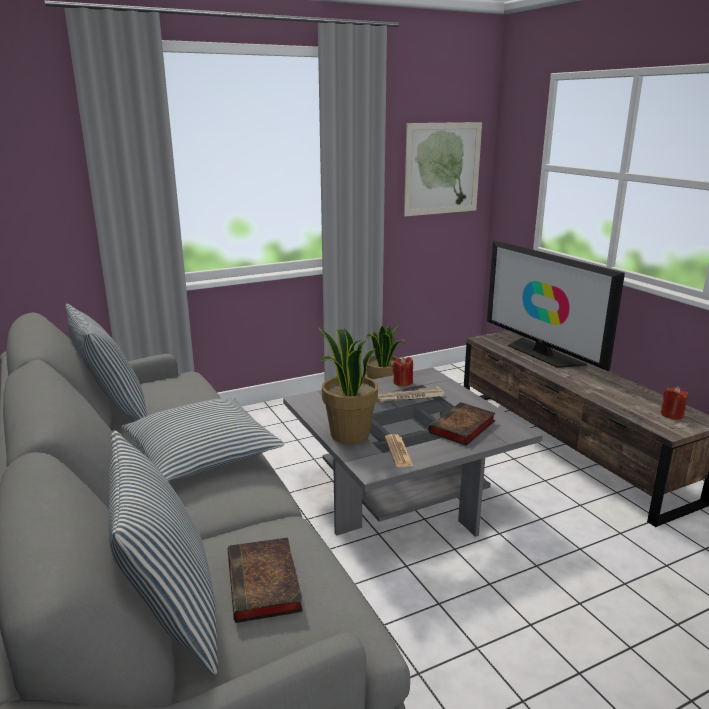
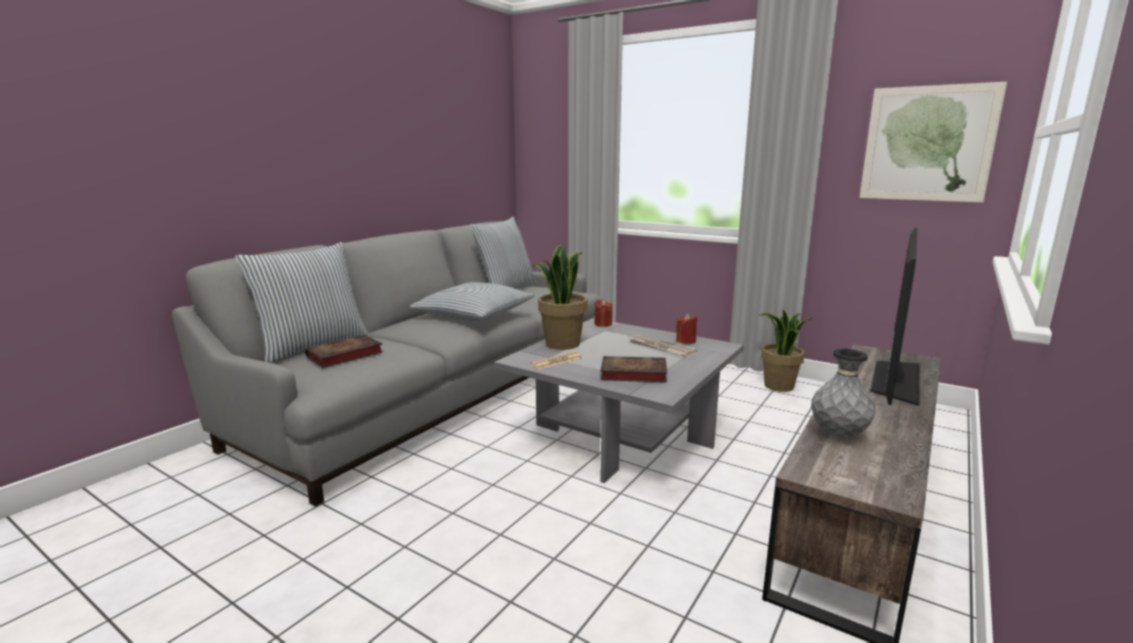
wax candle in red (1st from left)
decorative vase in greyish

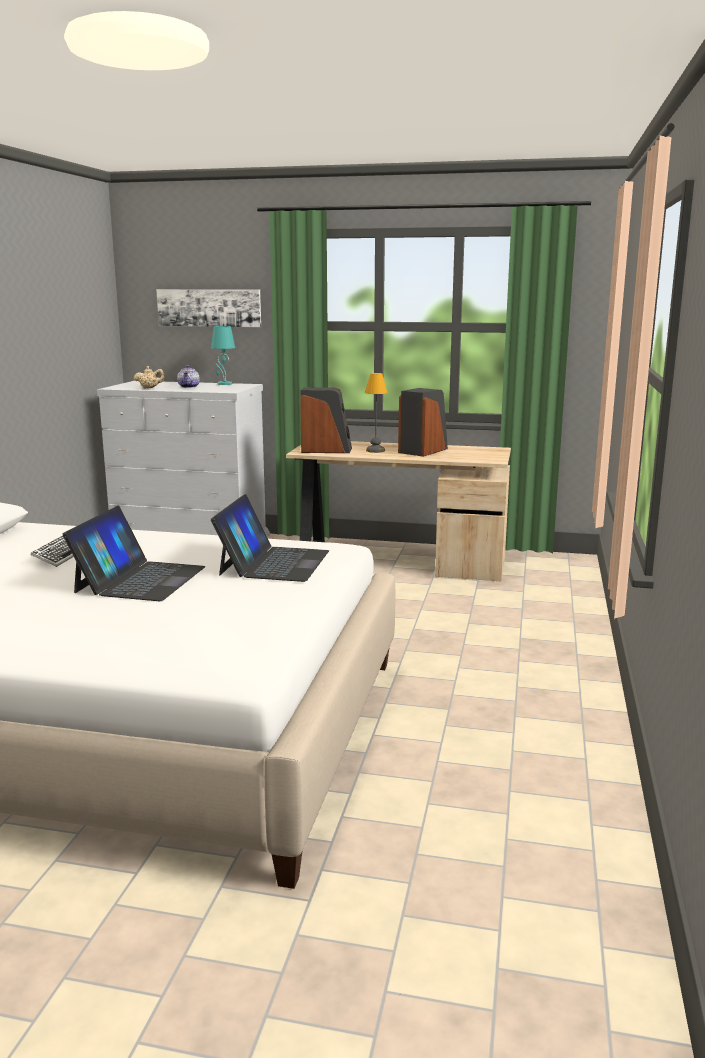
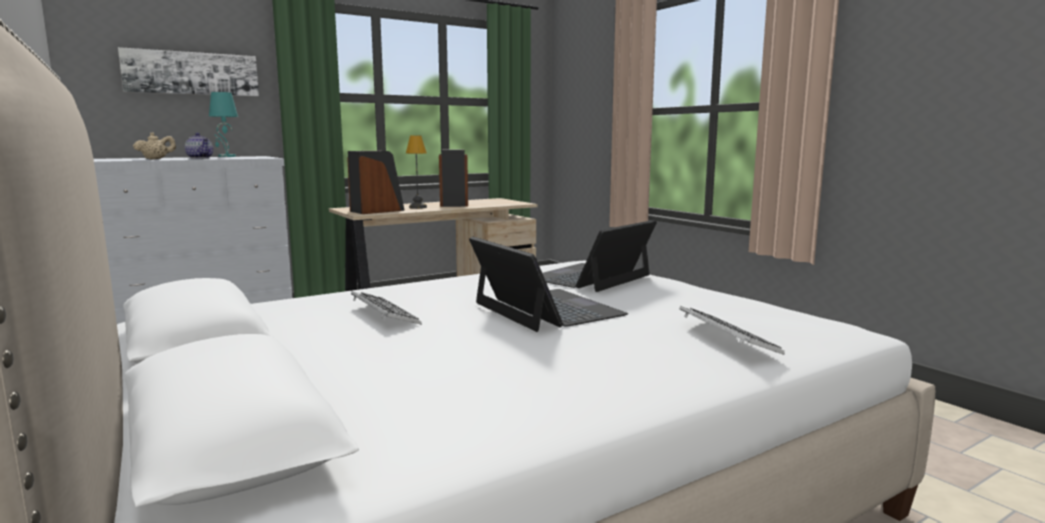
laptop (2nd from left)
PC keyboard (2nd from left)

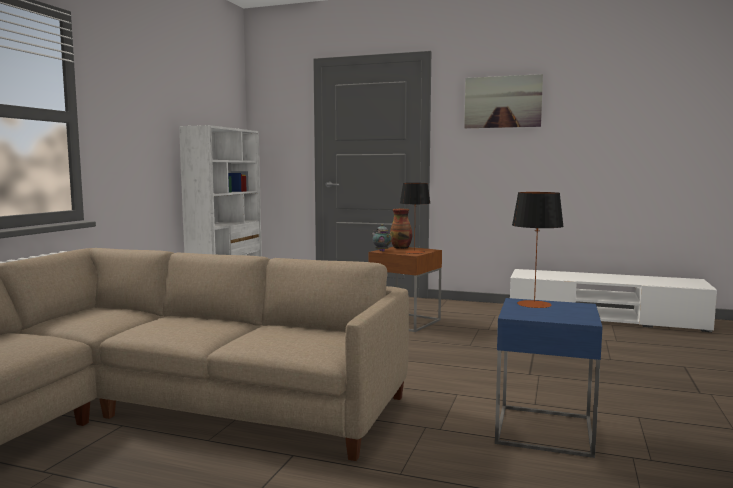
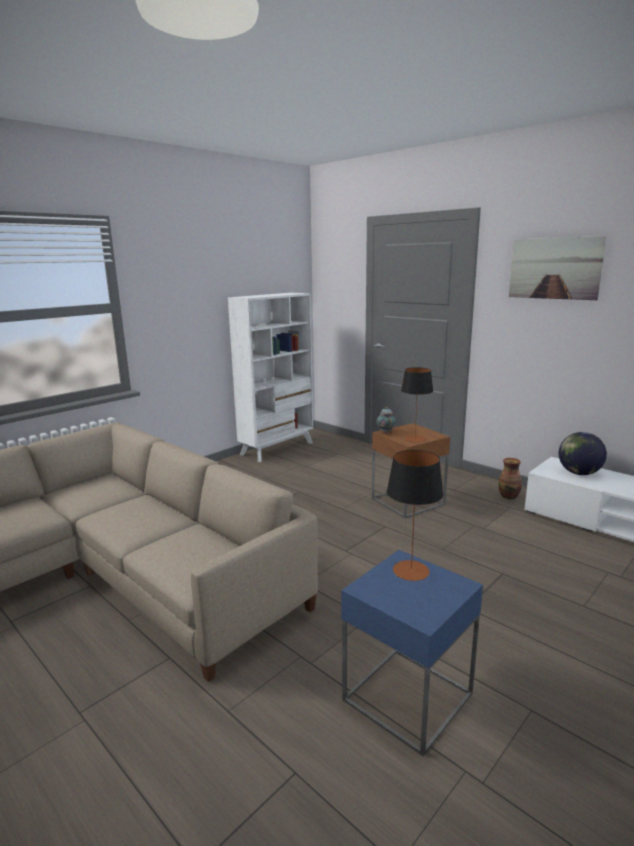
decorative vase
world globe

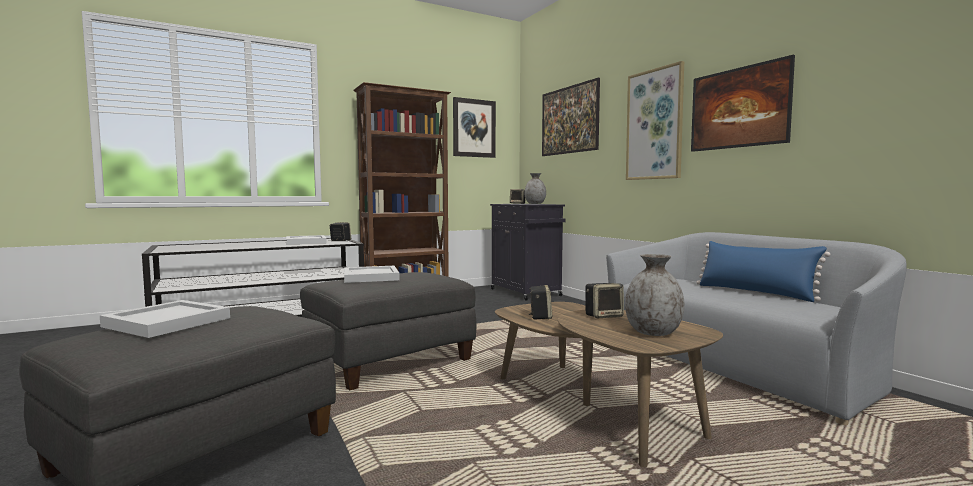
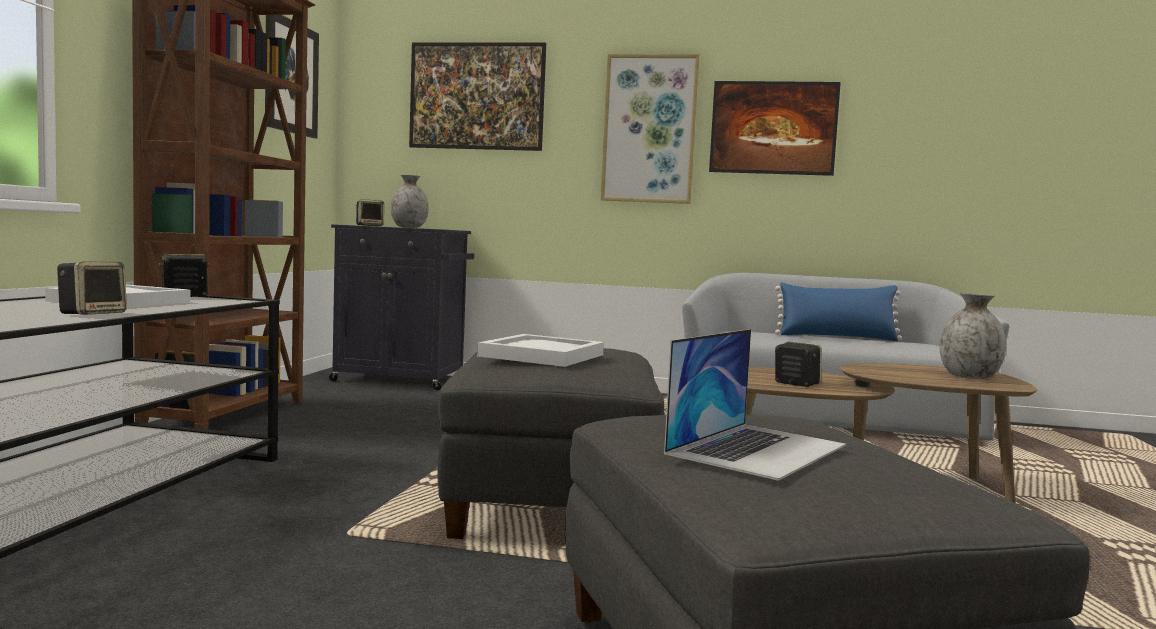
loudspeaker (1st from left)
laptop

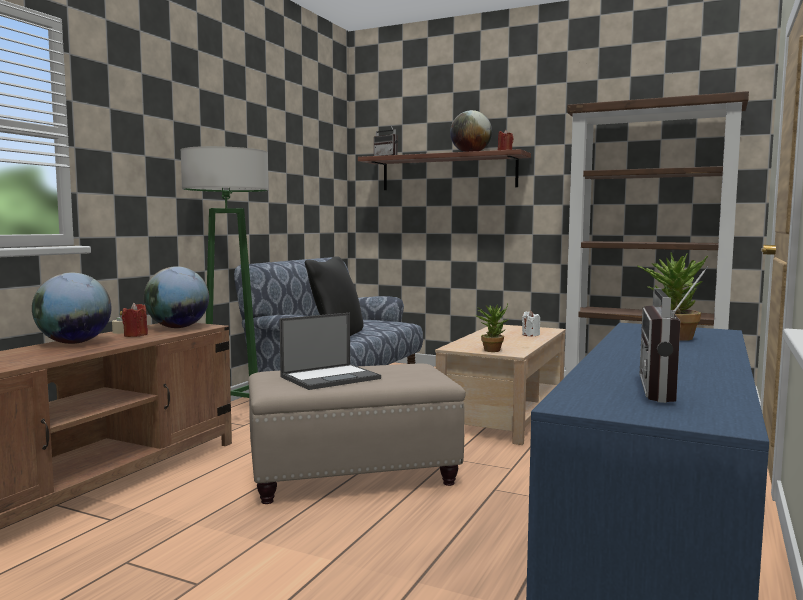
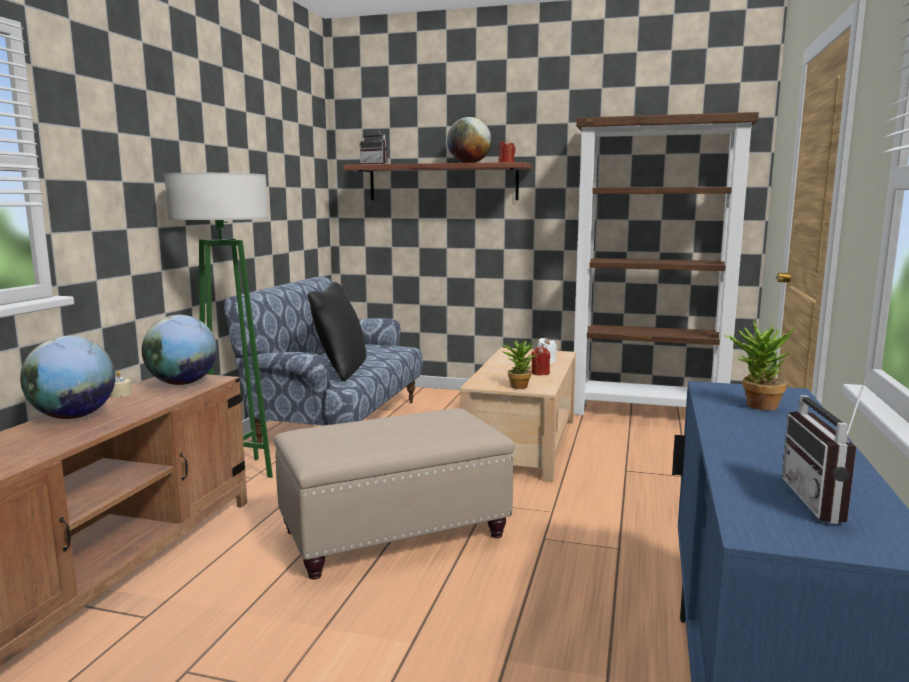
wax candle in red (2nd from left)
laptop

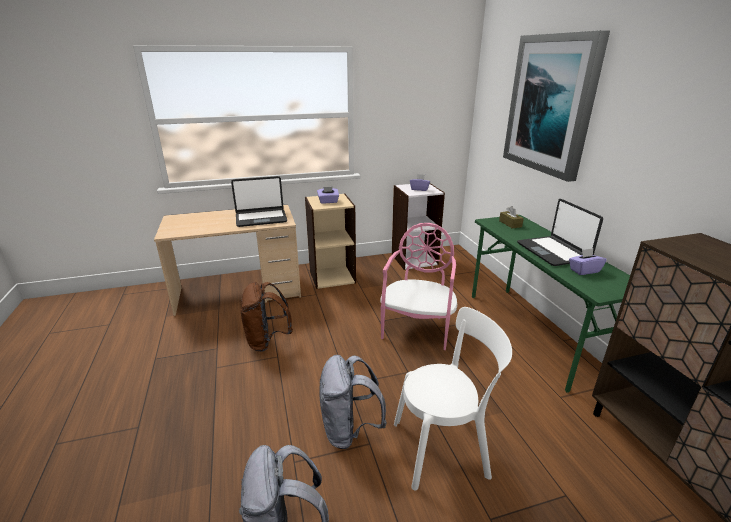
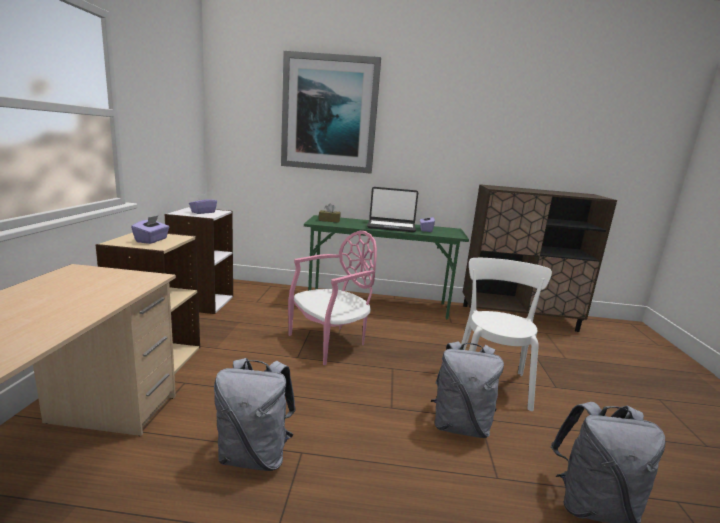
laptop (1st from left in the first image)
upright chair in pink-coloured
knapsack in greyish (1st from left)

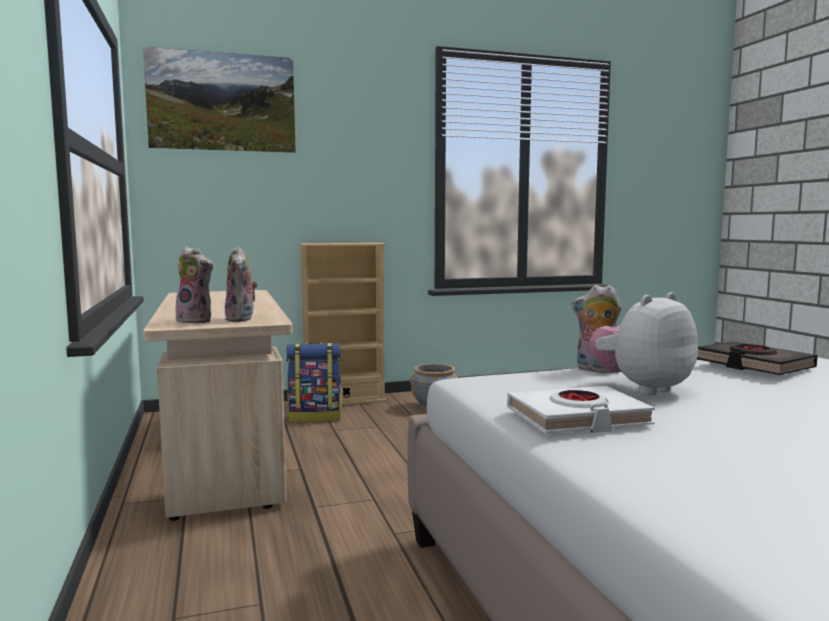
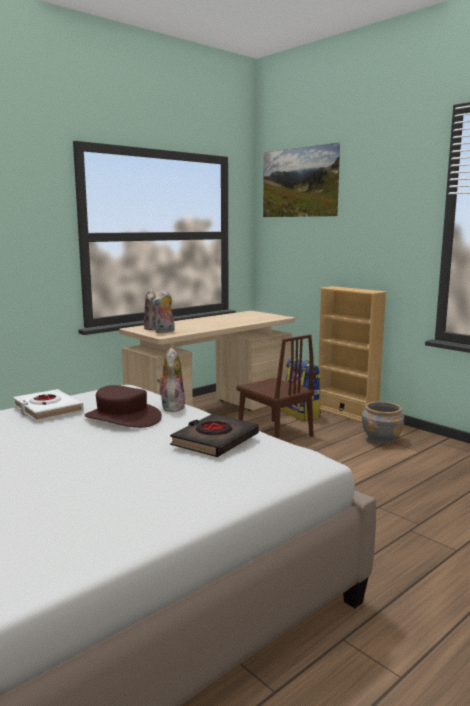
wearable hat in brownish
upright chair in brownish

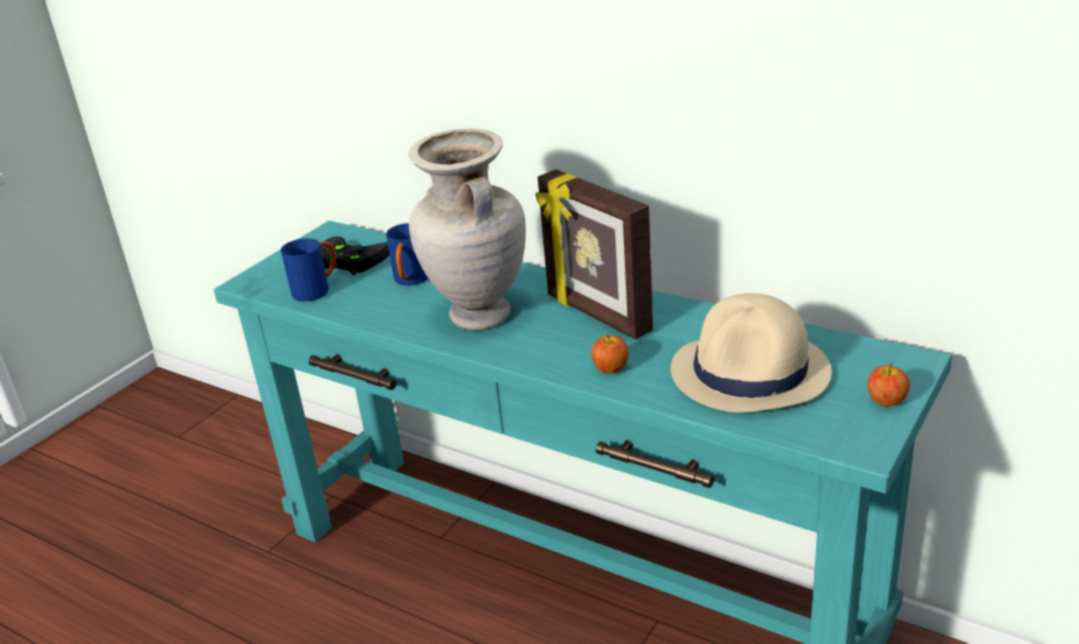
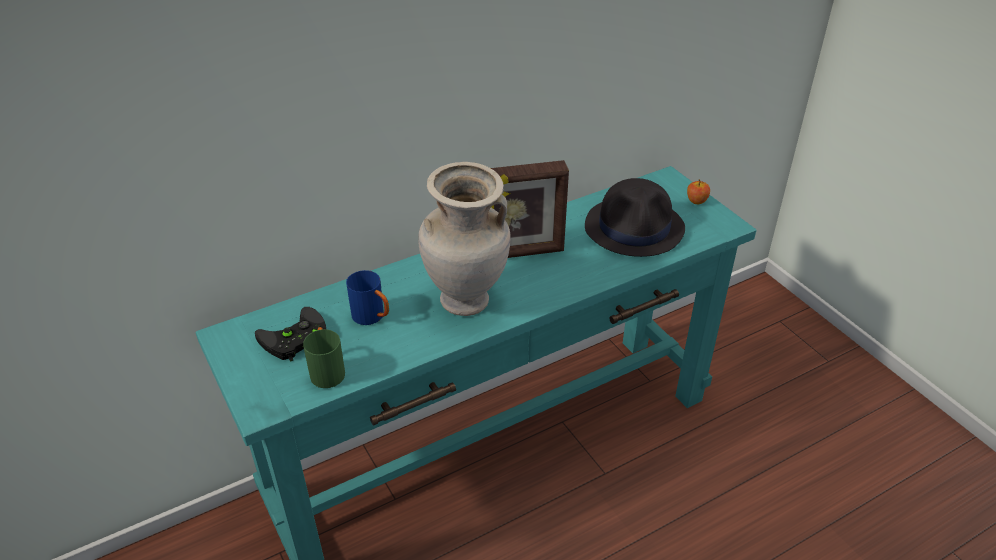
mug in green-coloured
wearable hat in blackish
apple fruit (1st from left in the first image)

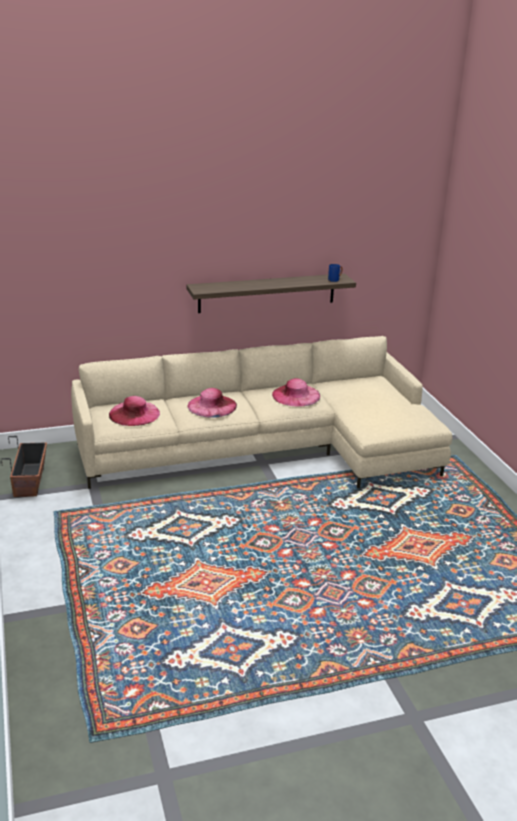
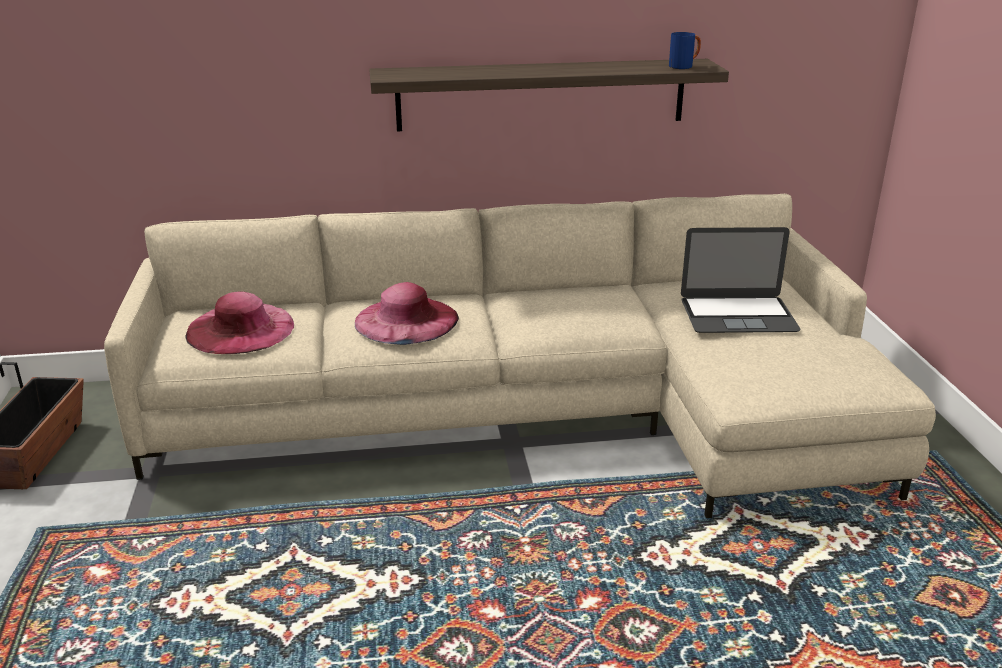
wearable hat in pink-coloured (3rd from left in the first image)
laptop

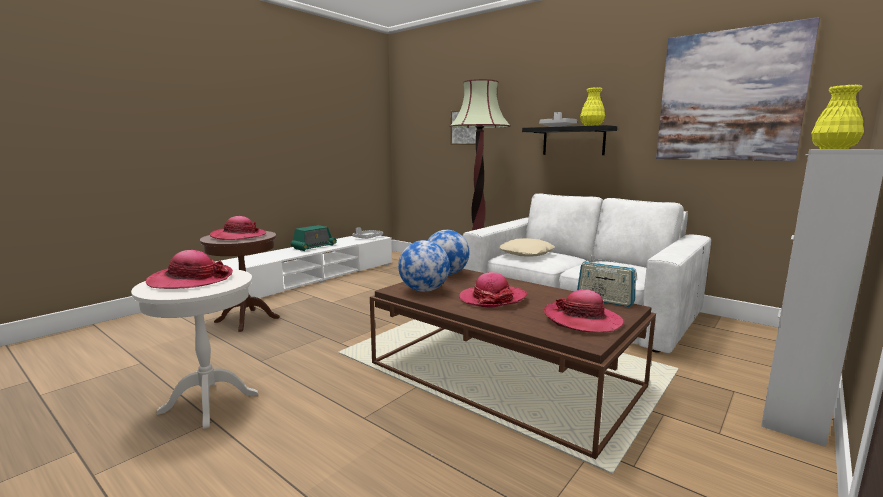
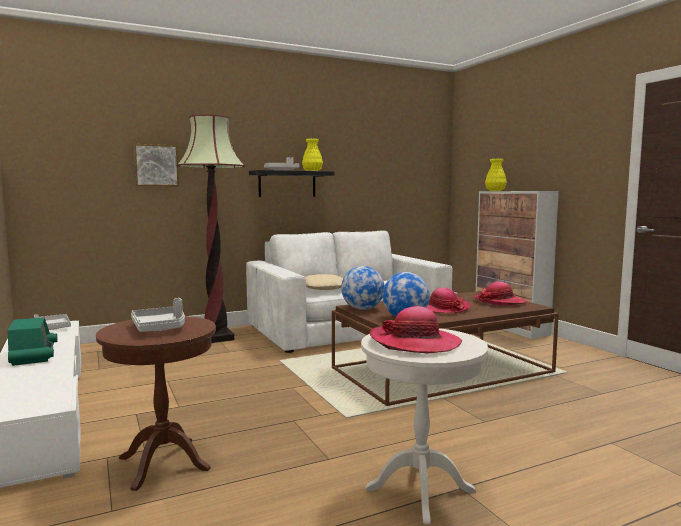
wall art (2nd from left in the first image)
tray in greyish (2nd from left)
radio set (2nd from left in the first image)

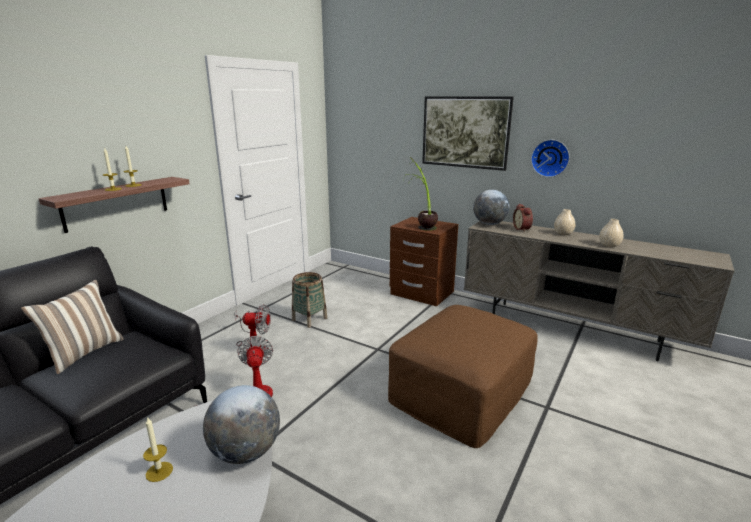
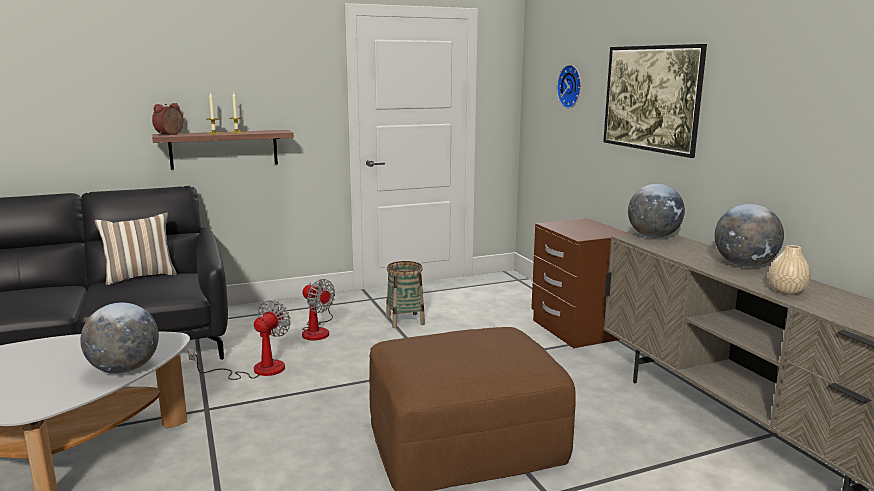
wall clock
plant in a pot
table clock
world globe (3rd from left)
wax candle (3rd from left in the first image)

